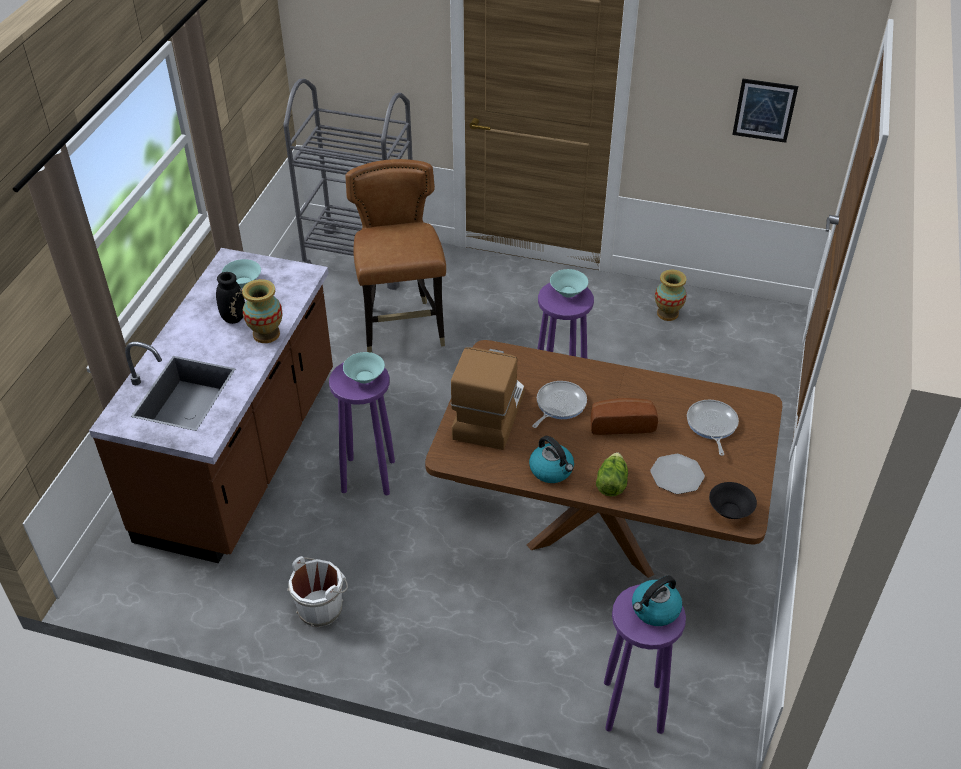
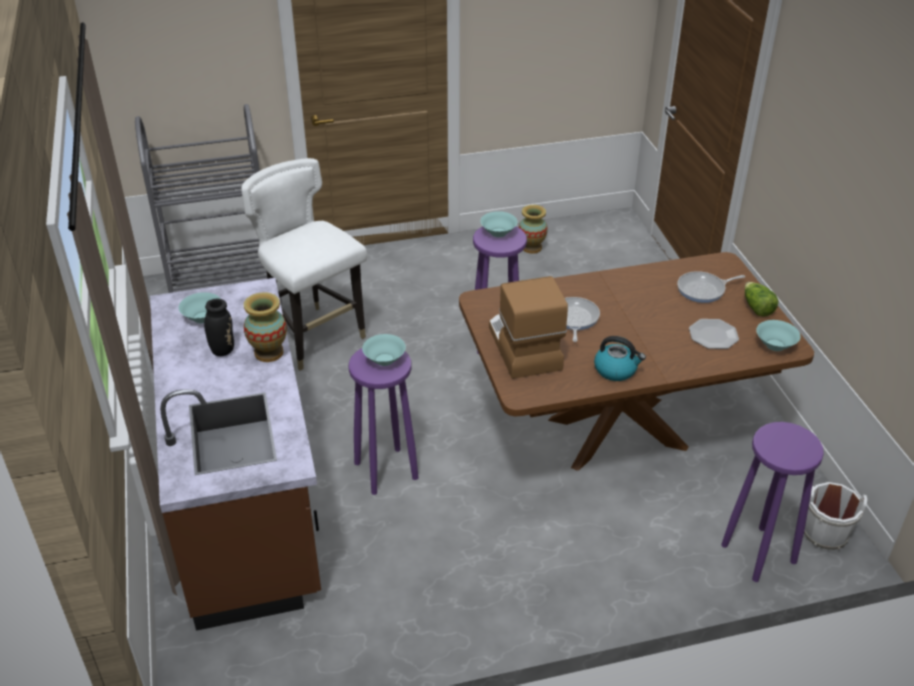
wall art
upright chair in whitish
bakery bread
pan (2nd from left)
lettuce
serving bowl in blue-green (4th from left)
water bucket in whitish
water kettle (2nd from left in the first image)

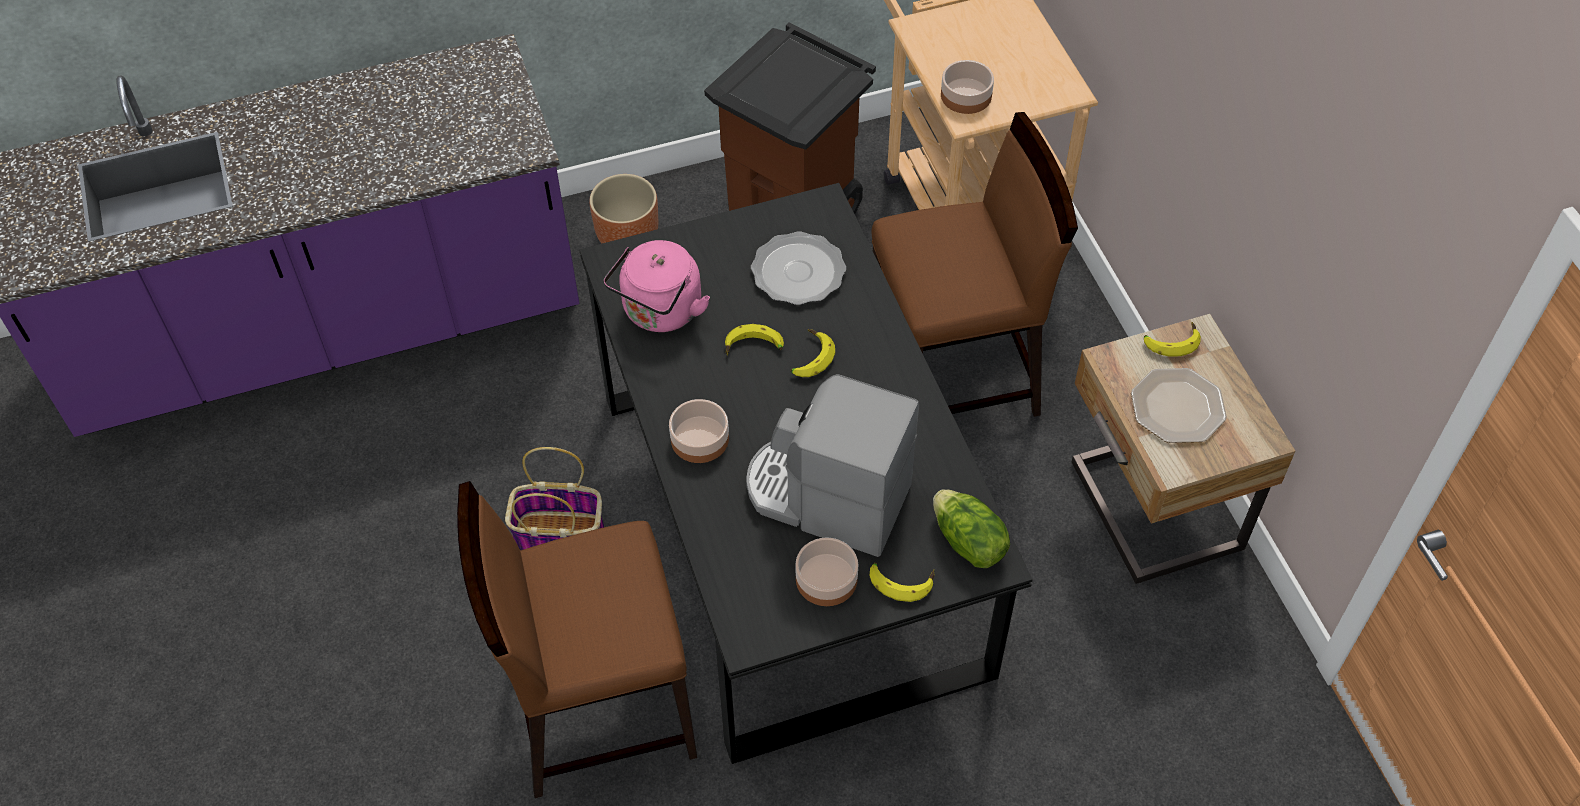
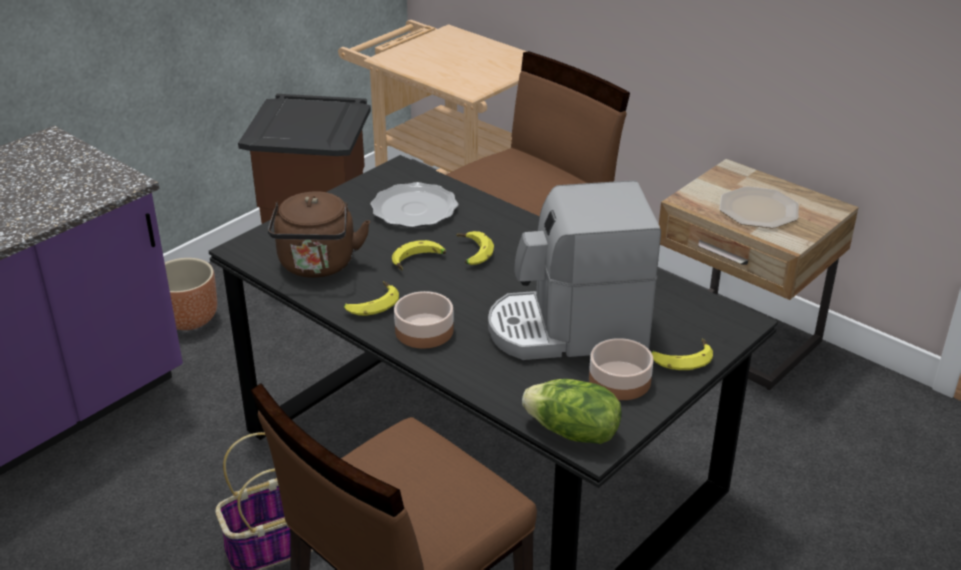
serving bowl (3rd from left in the first image)
water kettle in brownish
whole banana (1st from left)
lettuce

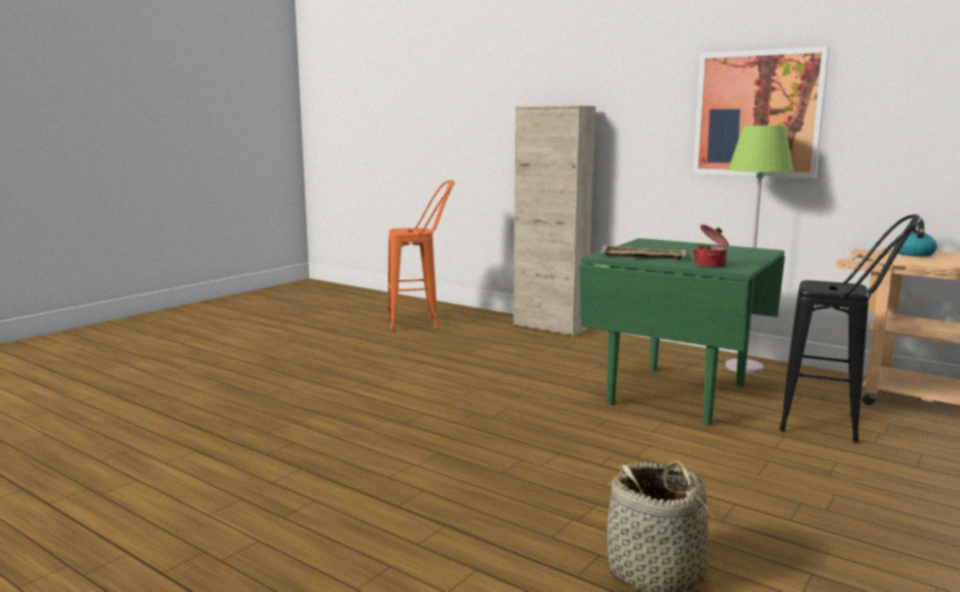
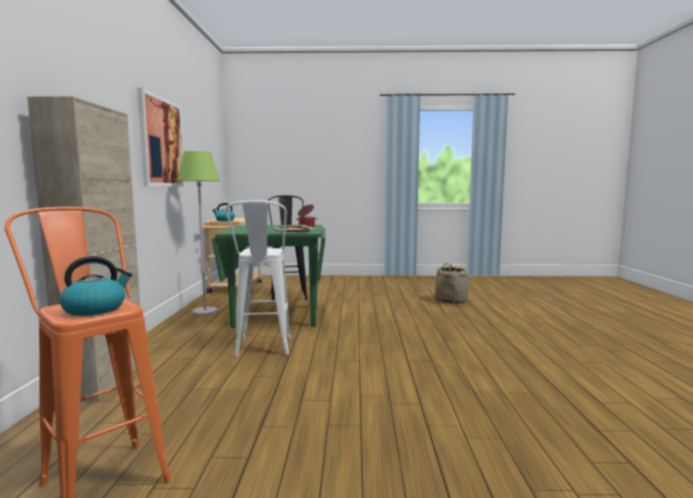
sitting stool in whitish
water kettle (1st from left)

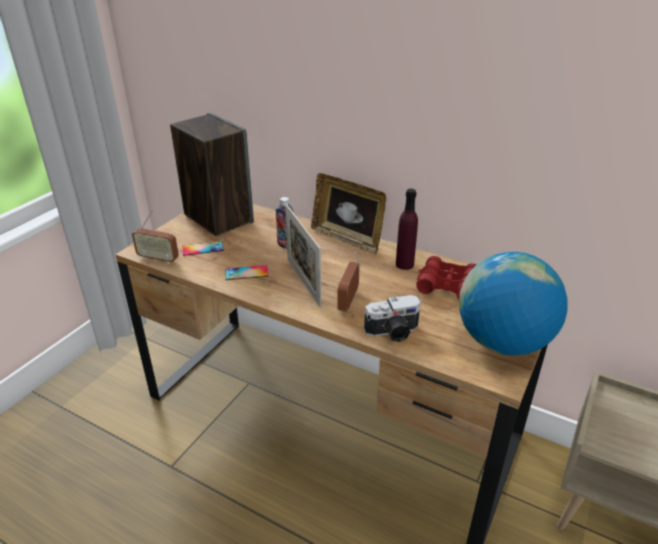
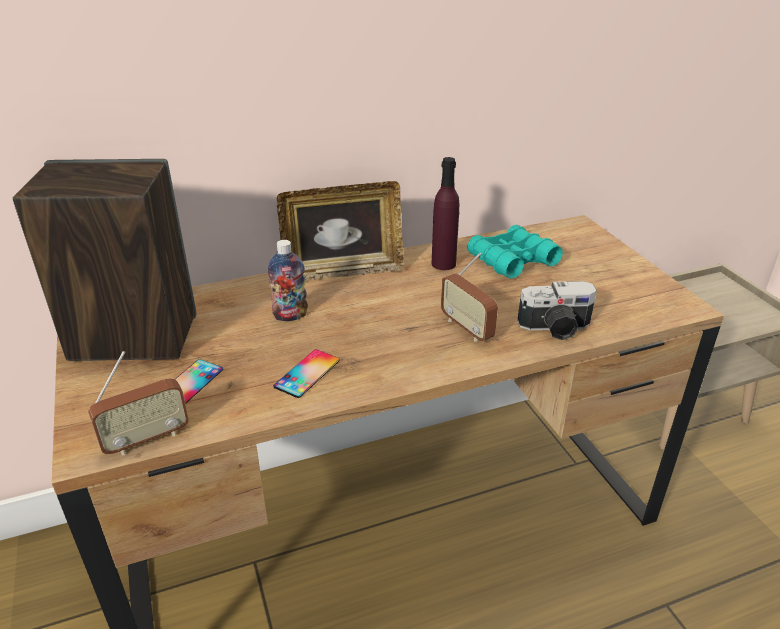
picture frame (1st from left in the first image)
world globe
pair of binoculars in blue-green
photo camera

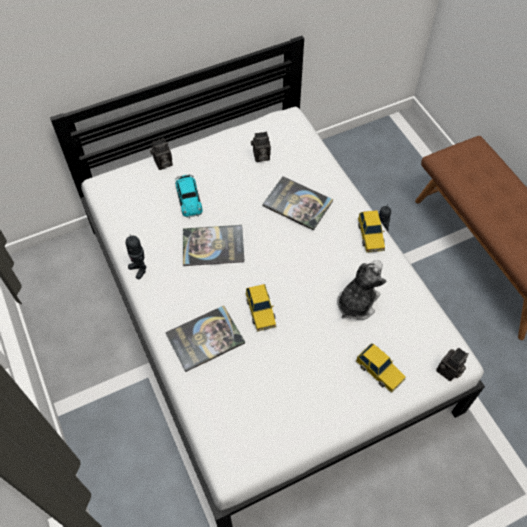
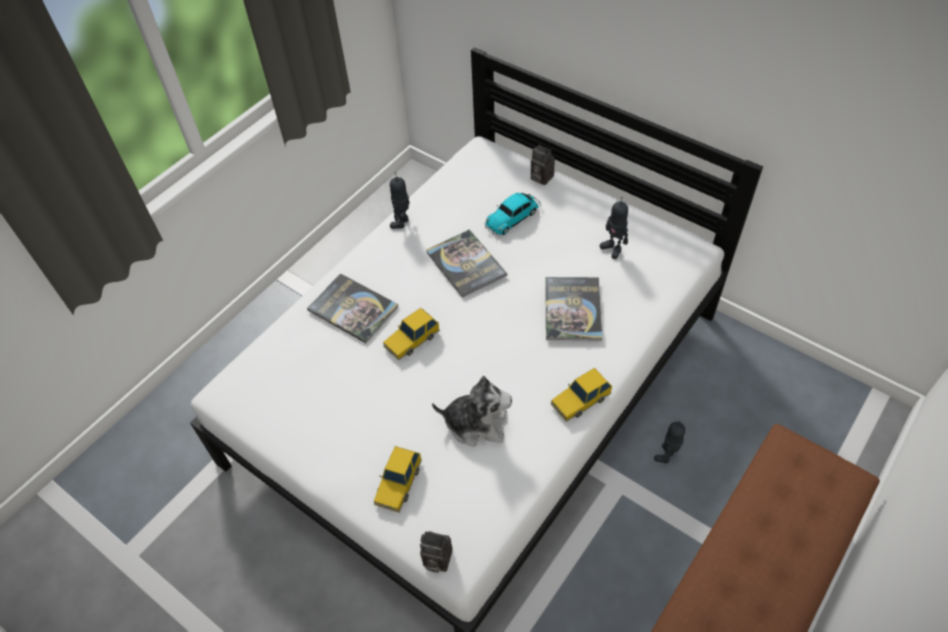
model robot (2nd from left)

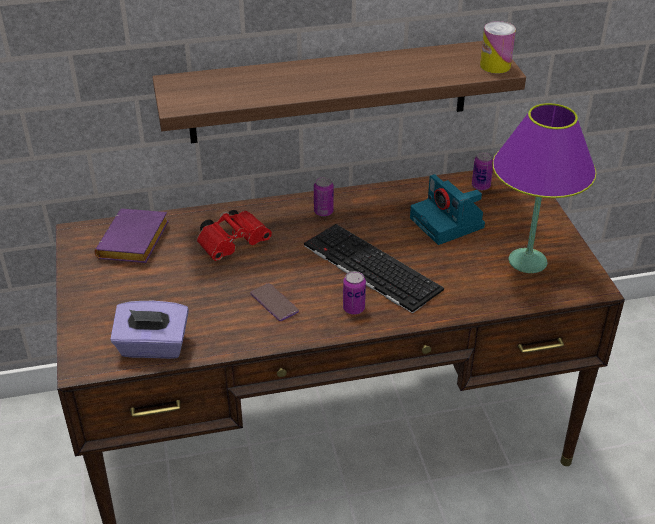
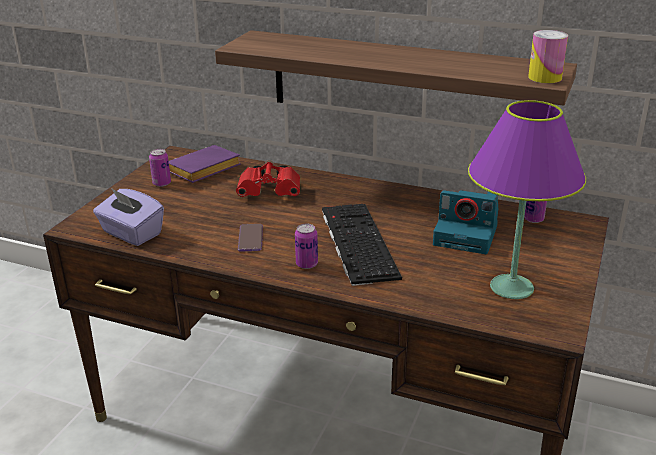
photo camera
can (1st from left)

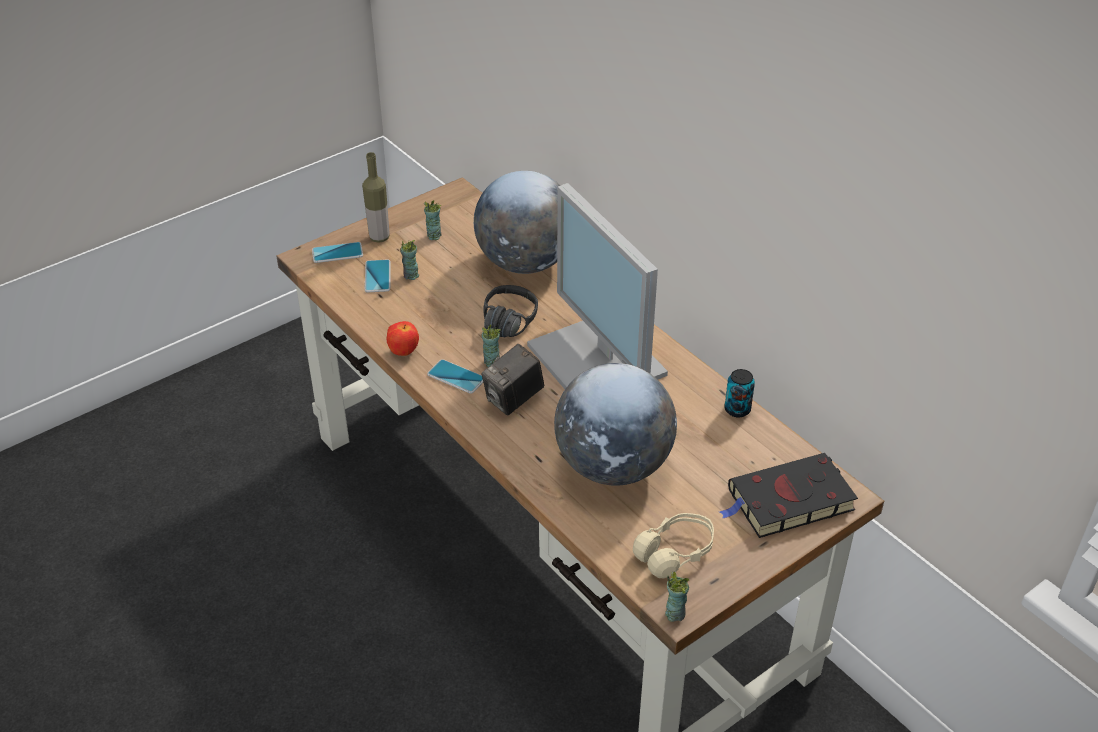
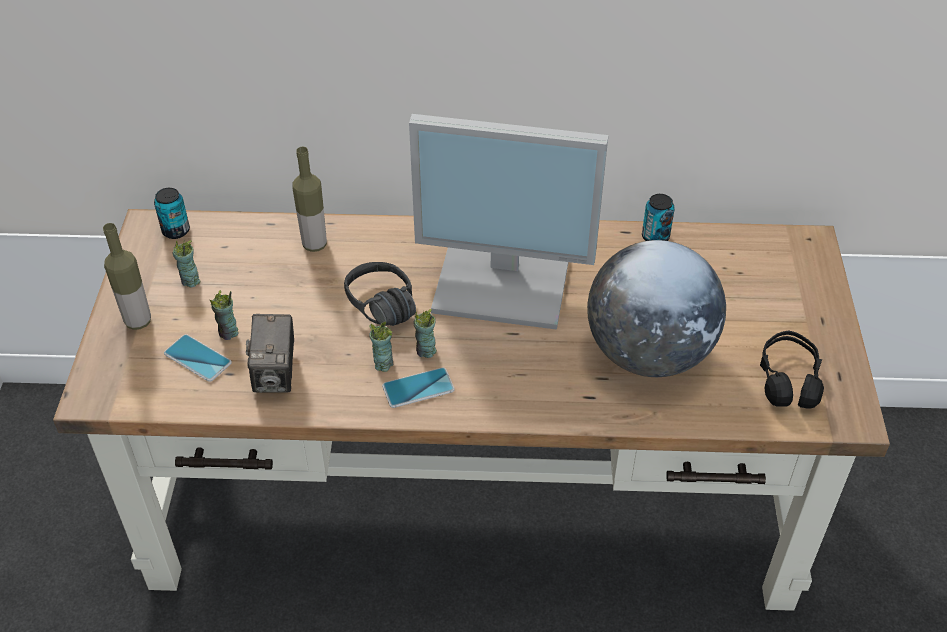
bottle (2nd from left)
phone (1st from left in the first image)
apple fruit
photo camera
volume in blackish
headphones in blackish (2nd from left)
drinking cup (3rd from left)
can (1st from left)

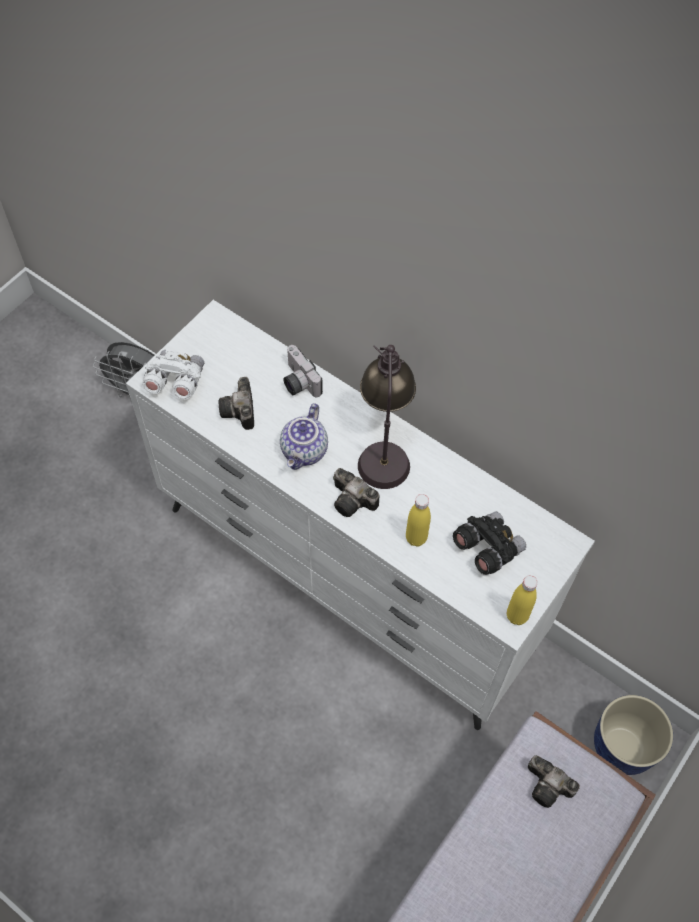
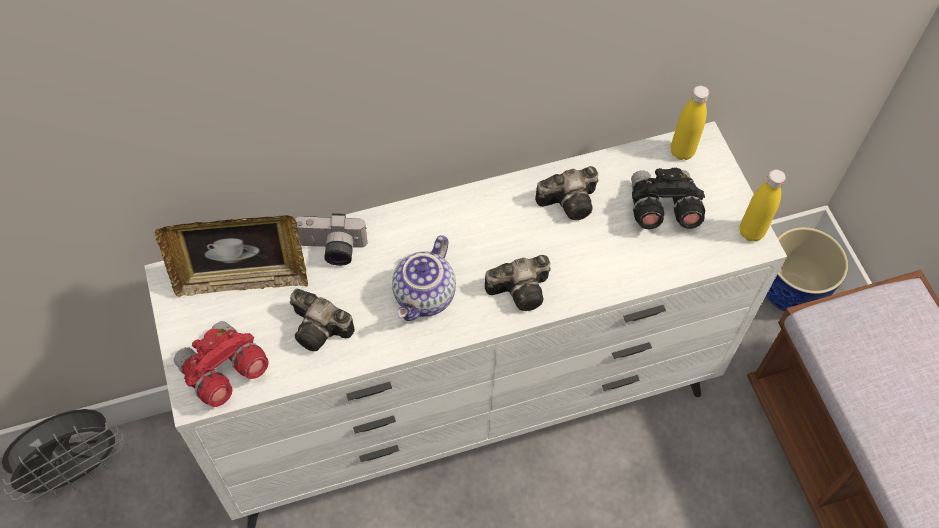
tabletop lamp
pair of binoculars in red
tea pot
bottle in yellowish (1st from left)
photo camera (4th from left)
picture frame

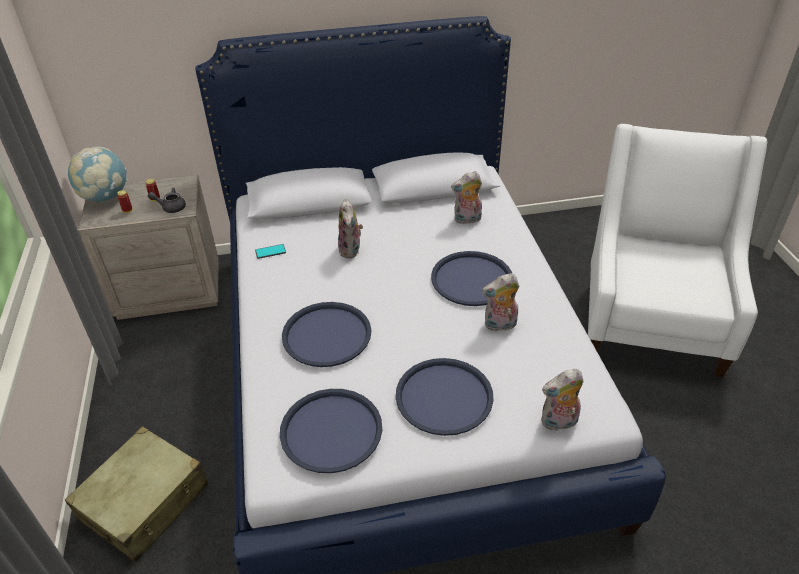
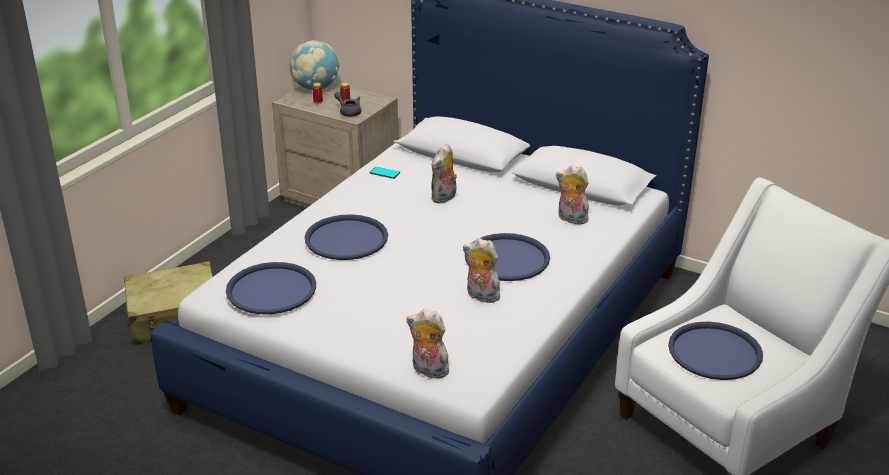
tray in blue-coloured (4th from left)

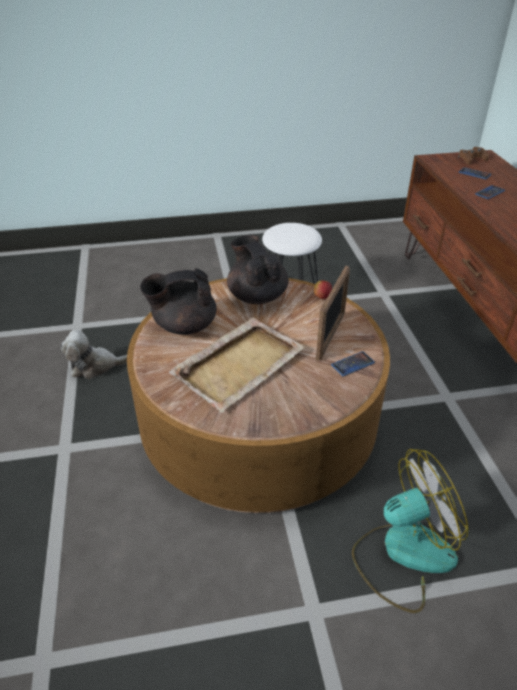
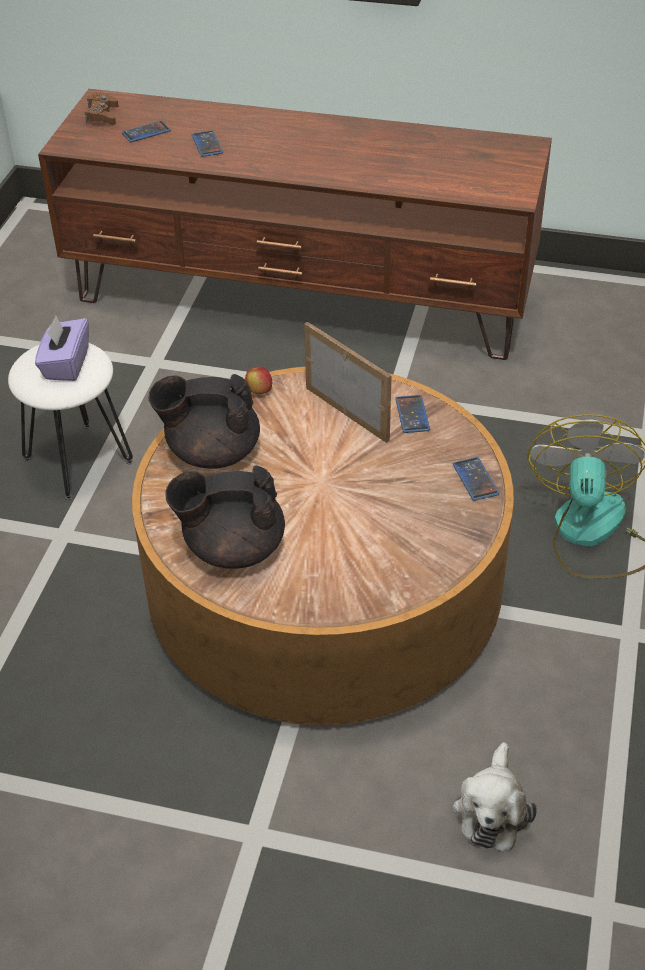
tea pot in blackish (2nd from left)
tray in beige
soft toy
tissue holder in purplish
phone (4th from left)

